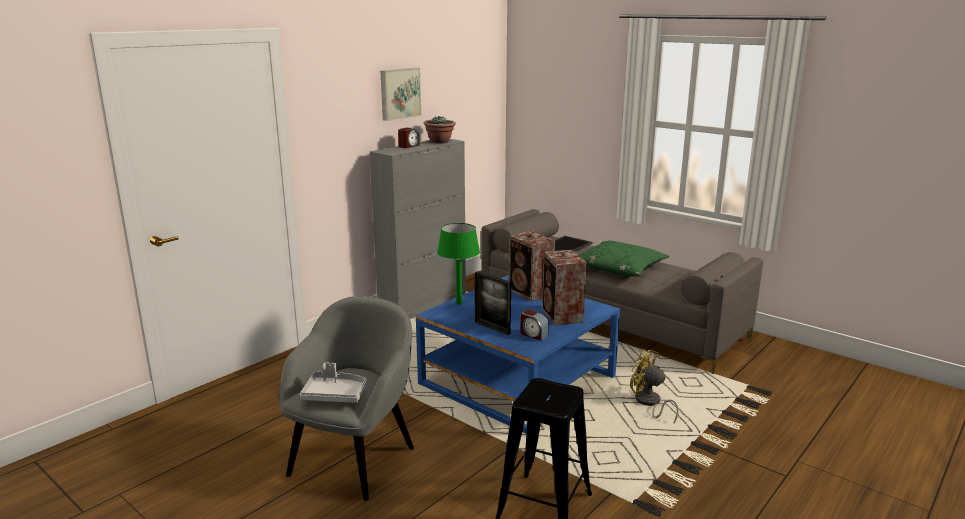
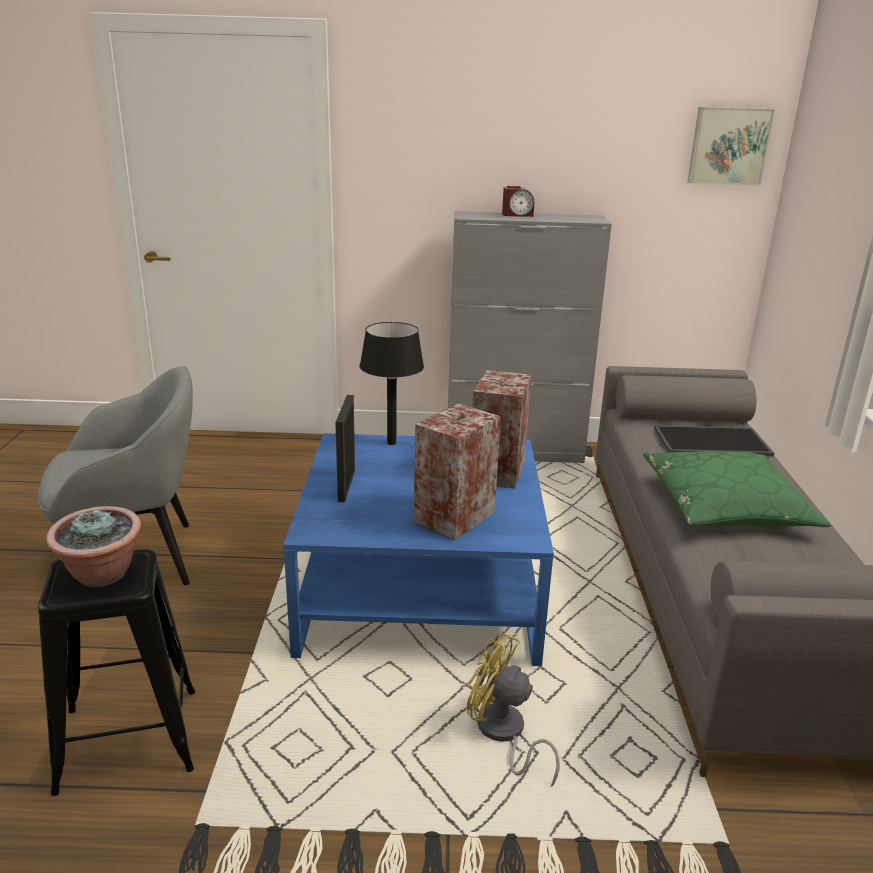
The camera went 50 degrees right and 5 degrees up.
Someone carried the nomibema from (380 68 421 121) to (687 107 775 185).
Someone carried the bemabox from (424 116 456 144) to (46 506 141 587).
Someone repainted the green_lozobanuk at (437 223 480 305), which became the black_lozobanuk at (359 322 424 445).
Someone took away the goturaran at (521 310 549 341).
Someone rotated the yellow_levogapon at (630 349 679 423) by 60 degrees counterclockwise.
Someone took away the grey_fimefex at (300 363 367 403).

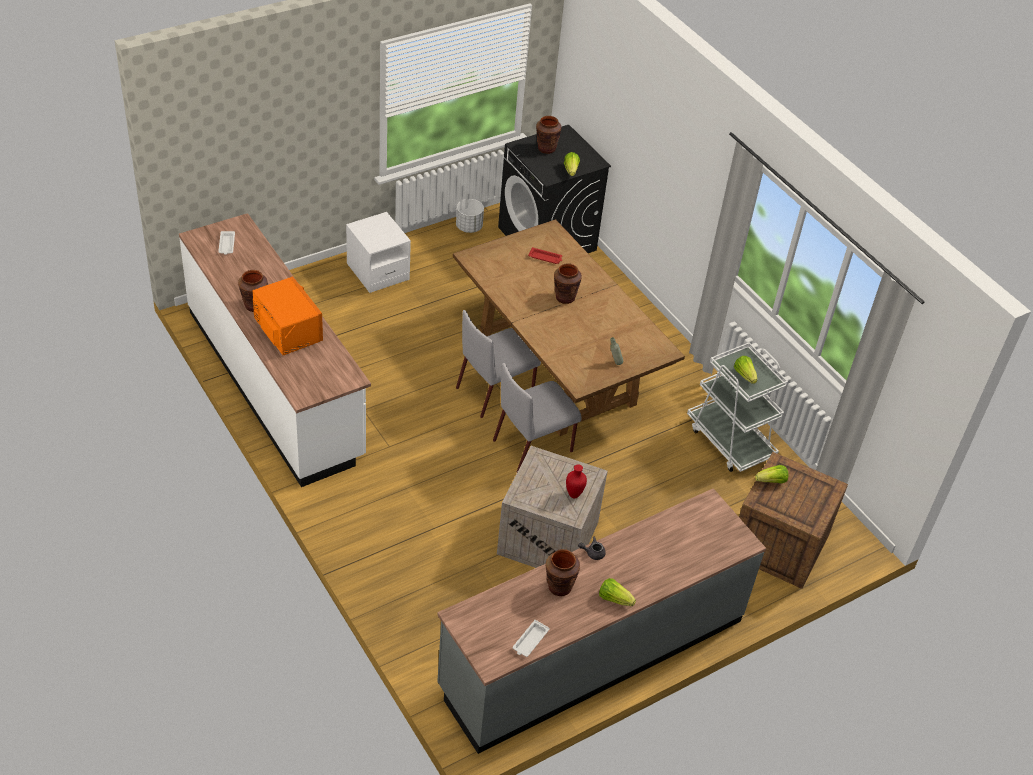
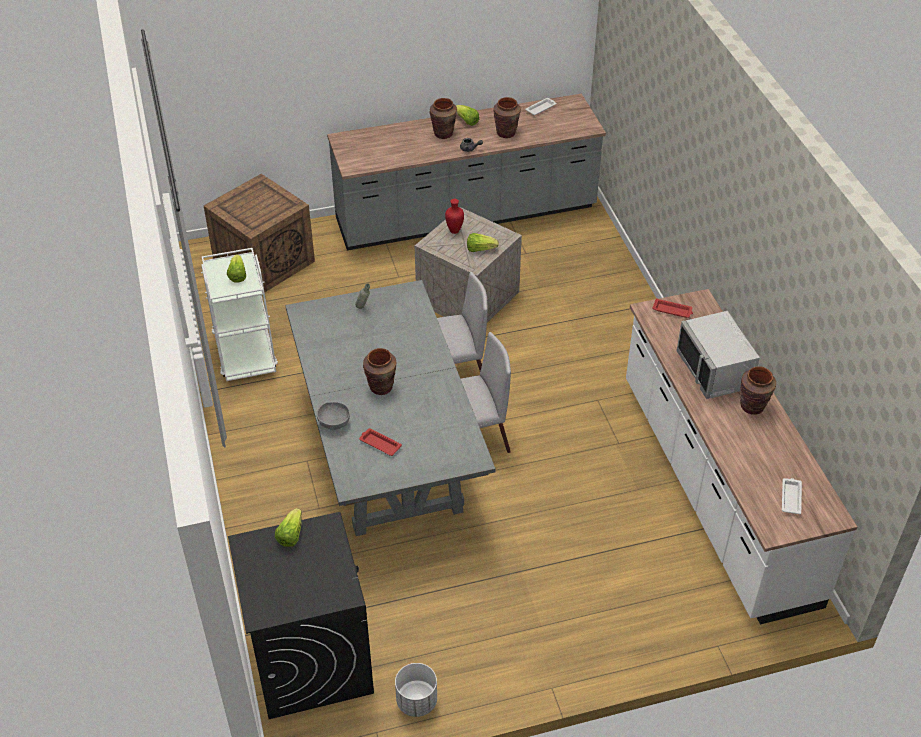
The camera went 160 degrees left and 0 degrees up.
Someone carried the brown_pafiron from (536 116 561 154) to (430 98 457 139).
Someone took away the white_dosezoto at (346 212 411 293).
Someone repainted the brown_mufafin at (453 219 685 436), which became the grey_mufafin at (285 280 496 536).
Someone repainted the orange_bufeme at (252 277 323 355), which became the grey_bufeme at (677 311 760 399).
Someone carried the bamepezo from (755 465 789 483) to (467 233 499 252).
Someone put down the red_fimefex at (652 298 693 318).
Someone put down the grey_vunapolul at (317 402 350 430).

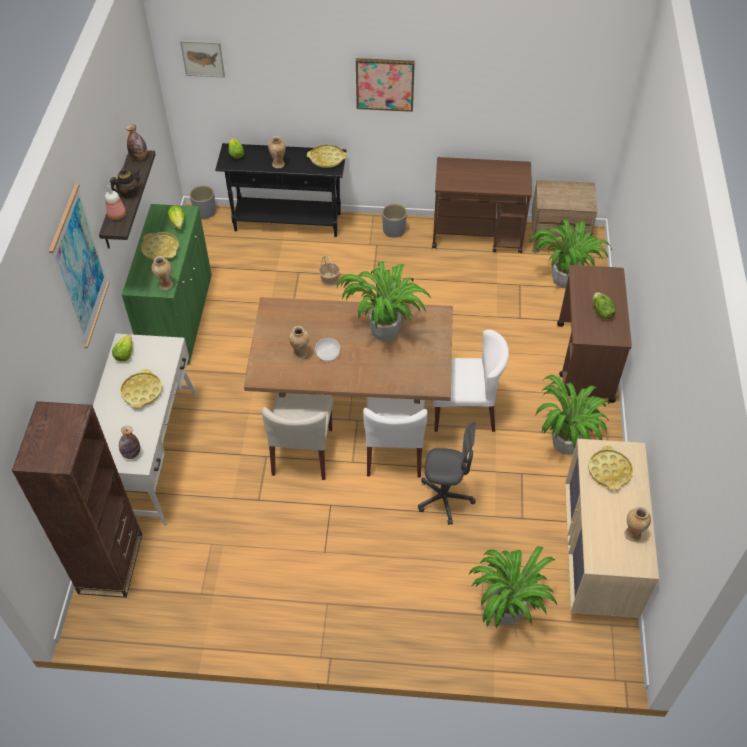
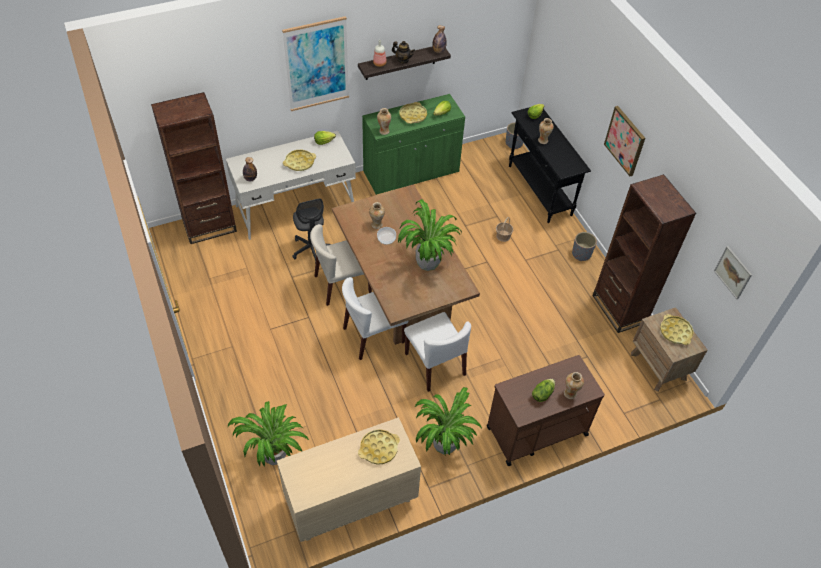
The camera went 60 degrees right and 0 degrees up.
Someone carried the nomibema from (180 40 225 78) to (714 246 752 299).
Someone carried the yellow_fimefex from (307 144 347 168) to (660 314 694 345).
Someone swapped the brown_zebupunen at (432 157 532 253) for the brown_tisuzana at (593 174 696 333).
Someone took away the bemabox at (530 219 612 288).
Someone carried the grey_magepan from (418 422 476 525) to (292 198 331 264).
Someone carried the pafiron from (624 507 651 542) to (564 372 584 399).

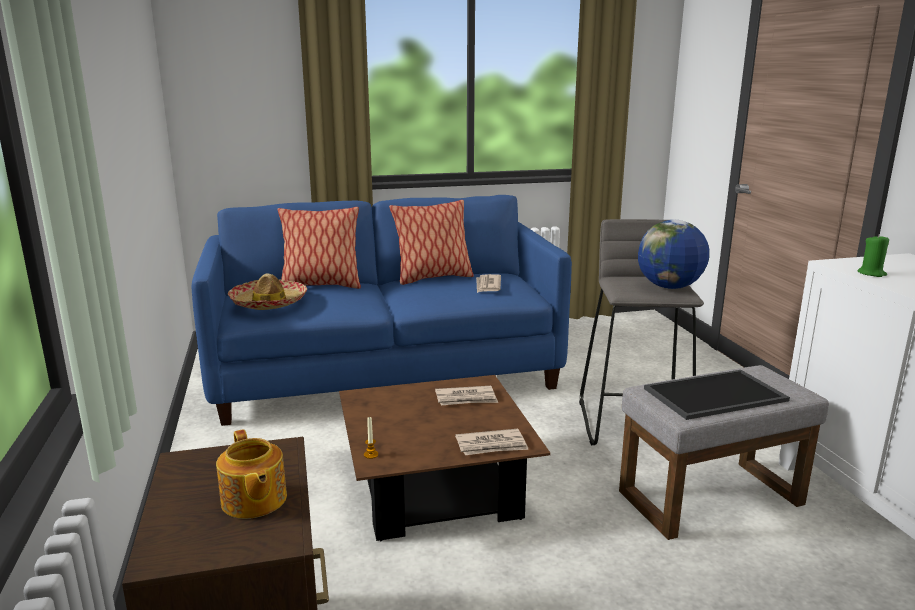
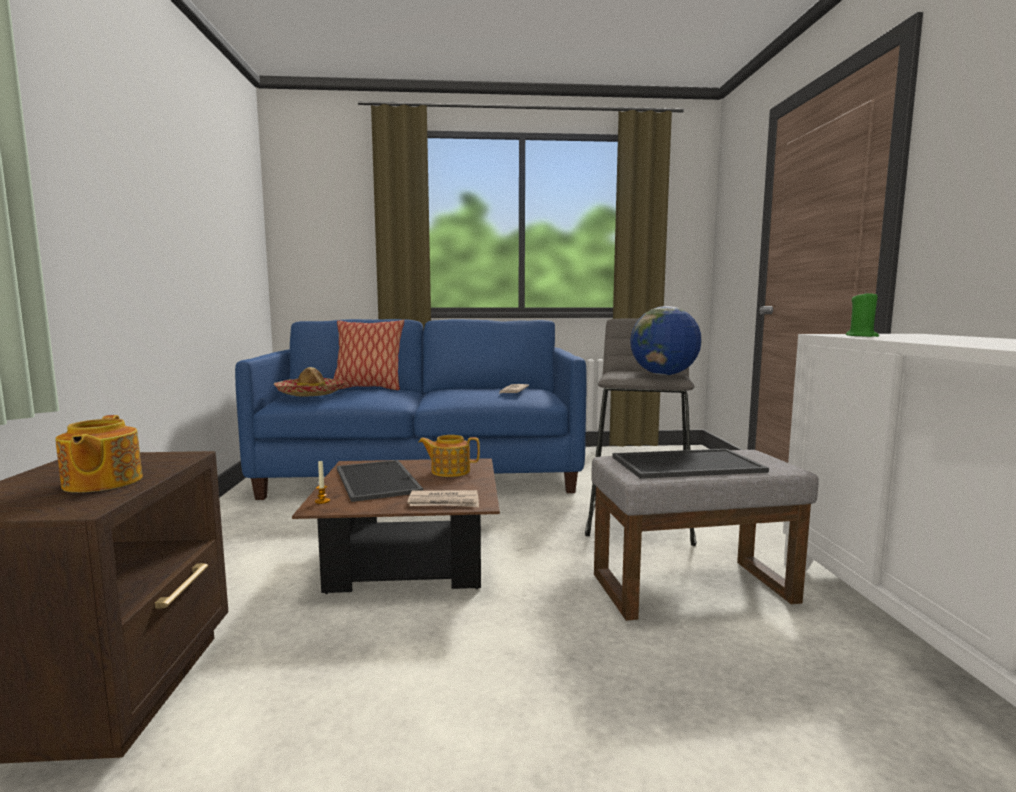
The camera went 10 degrees right and 10 degrees down.
Someone took away the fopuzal at (389 200 474 285).
Someone swapped the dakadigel at (435 386 498 406) for the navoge at (418 435 480 477).
Someone put down the fimefex at (337 460 423 502).

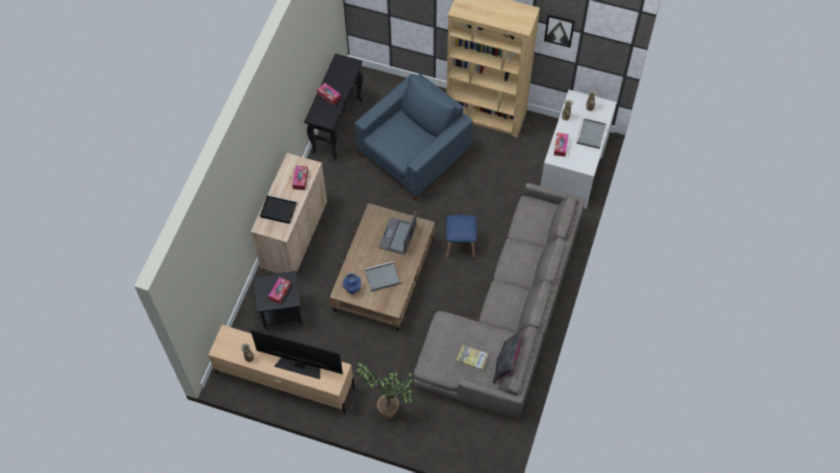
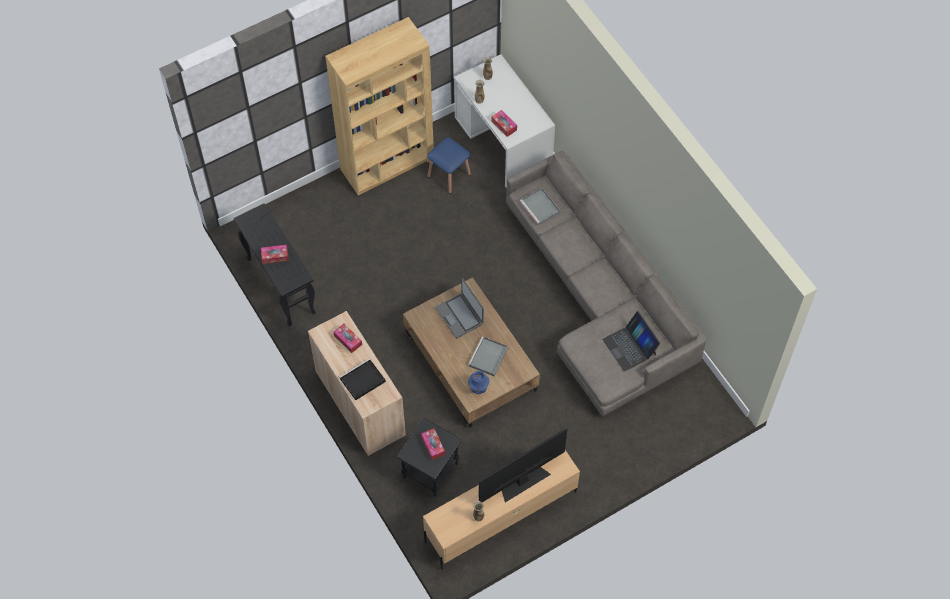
The camera went 50 degrees left and 0 degrees up.
Someone took away the nomibema at (544 14 575 48).
Someone took away the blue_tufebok at (355 74 473 201).
Someone carried the grey_fimefex from (576 118 606 149) to (520 188 561 225).
Someone carried the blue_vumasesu from (446 215 477 258) to (427 137 471 194).
Someone took away the grey_fopuzal at (493 328 524 384).
Someone swapped the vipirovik at (456 345 488 371) for the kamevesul at (603 311 660 372).
Someone took away the bemabox at (355 361 414 419).

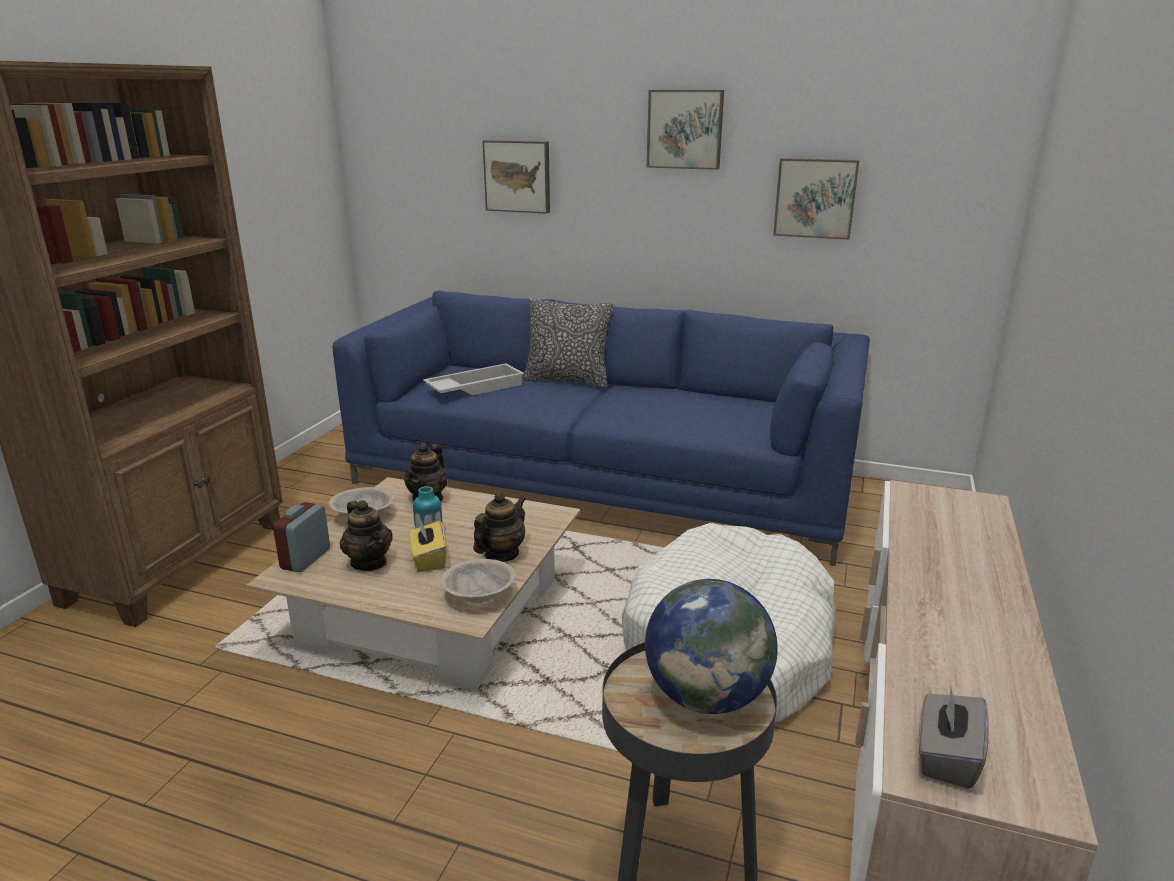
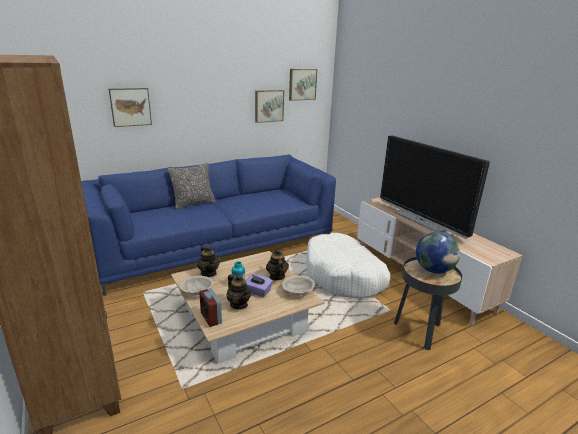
The camera went 50 degrees left and 0 degrees up.
Someone carried the nomibema from (647 90 724 170) to (289 69 317 101).
Someone took away the white_fimefex at (423 363 524 395).
Someone rotated the navoge at (340 500 393 571) by 45 degrees clockwise.
Someone repainted the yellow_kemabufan at (409 519 447 572), which became the purple_kemabufan at (246 274 273 297).
Someone took away the grey_kemabufan at (919 688 989 789).
Someone put down the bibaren at (380 135 490 239).

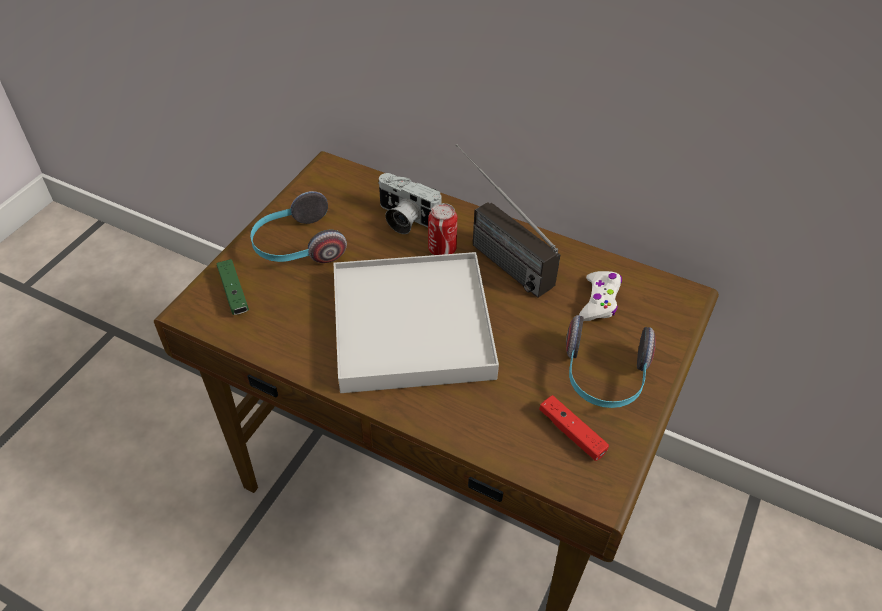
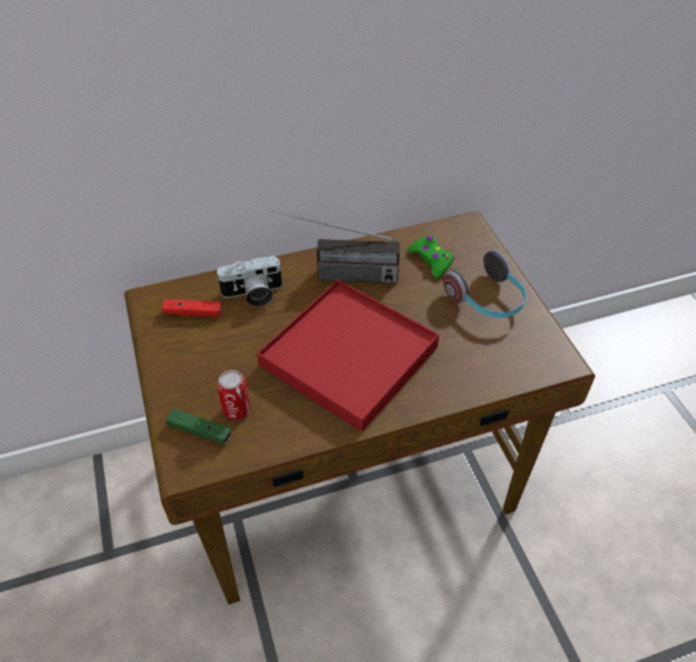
The camera went 45 degrees left and 0 degrees up.
Someone took away the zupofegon at (250 191 347 263).
Someone carried the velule from (428 203 457 255) to (217 370 251 420).
Someone repainted the white_fimefex at (334 252 499 393), which became the red_fimefex at (257 280 439 432).
Someone repainted the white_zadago at (579 271 622 321), which became the green_zadago at (408 235 454 278).
Someone carried the red_zadago from (539 395 609 461) to (162 299 221 317).

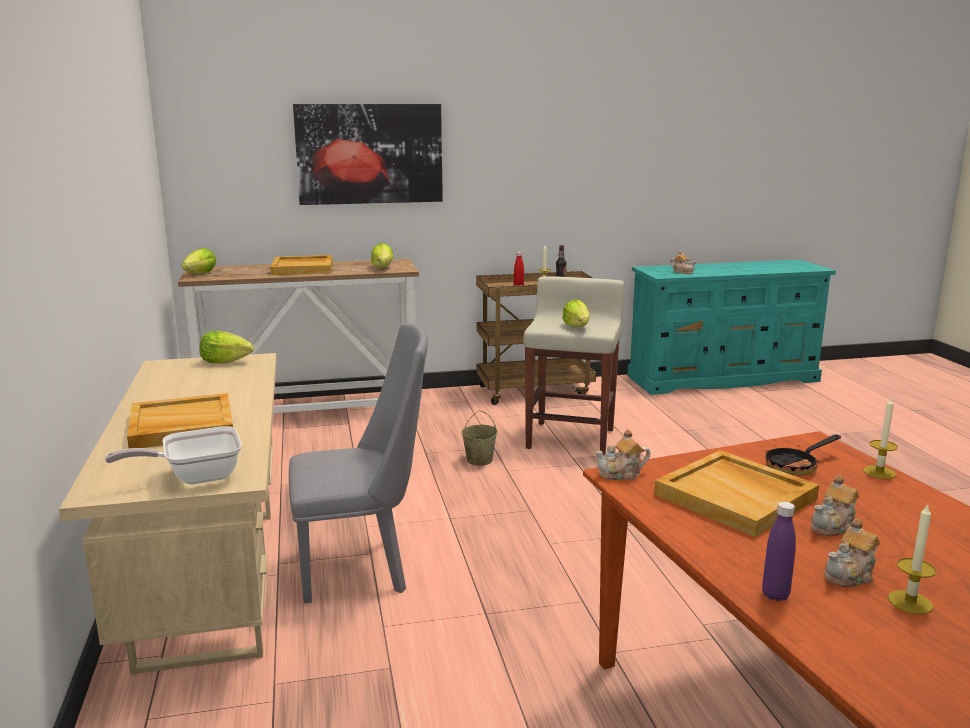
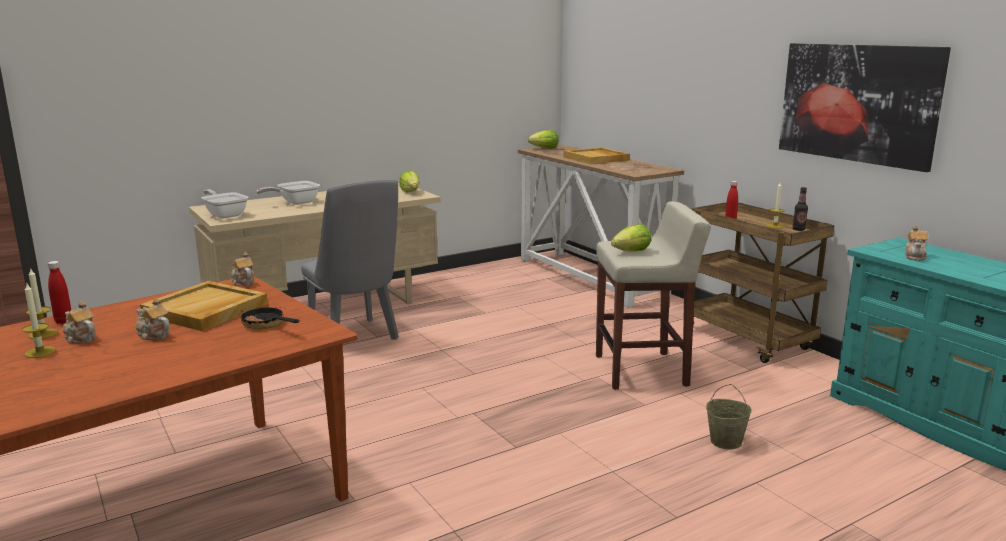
The camera went 70 degrees right and 0 degrees up.
Someone carried the nomibema from (293 104 443 205) to (779 43 951 172).
Someone took away the bamepezo at (371 243 394 268).
Someone swapped the beige_fimefex at (127 393 233 448) for the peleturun at (256 181 320 205).
Someone carried the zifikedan from (863 396 898 479) to (26 269 58 339).
Someone carried the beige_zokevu from (462 411 498 466) to (706 384 752 449).
Someone repainted the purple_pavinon at (762 501 796 601), which became the red_pavinon at (48 261 71 324).

